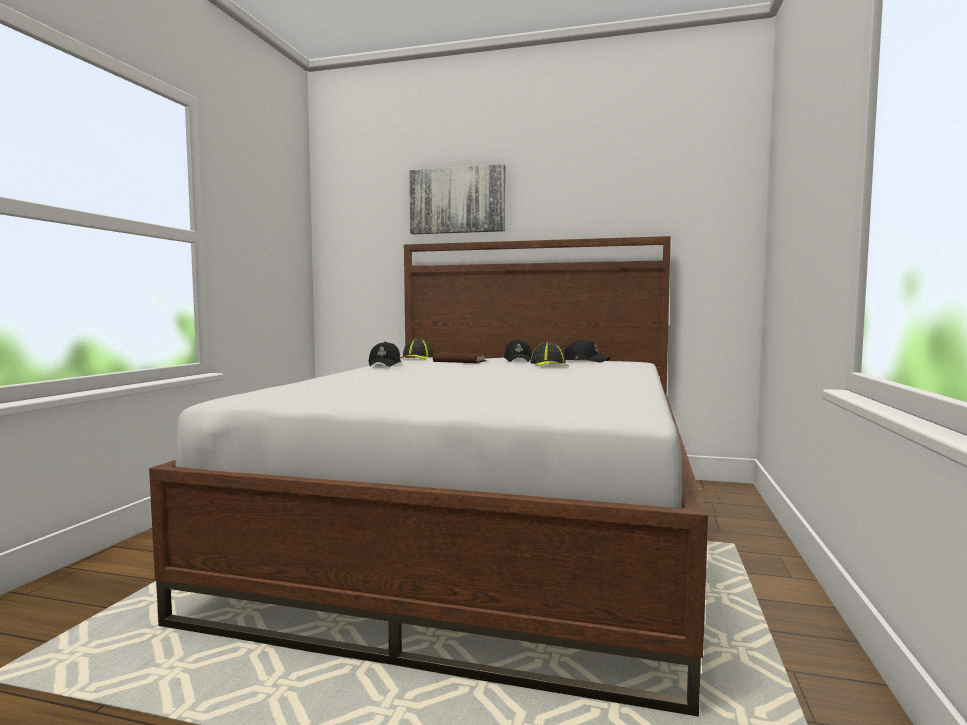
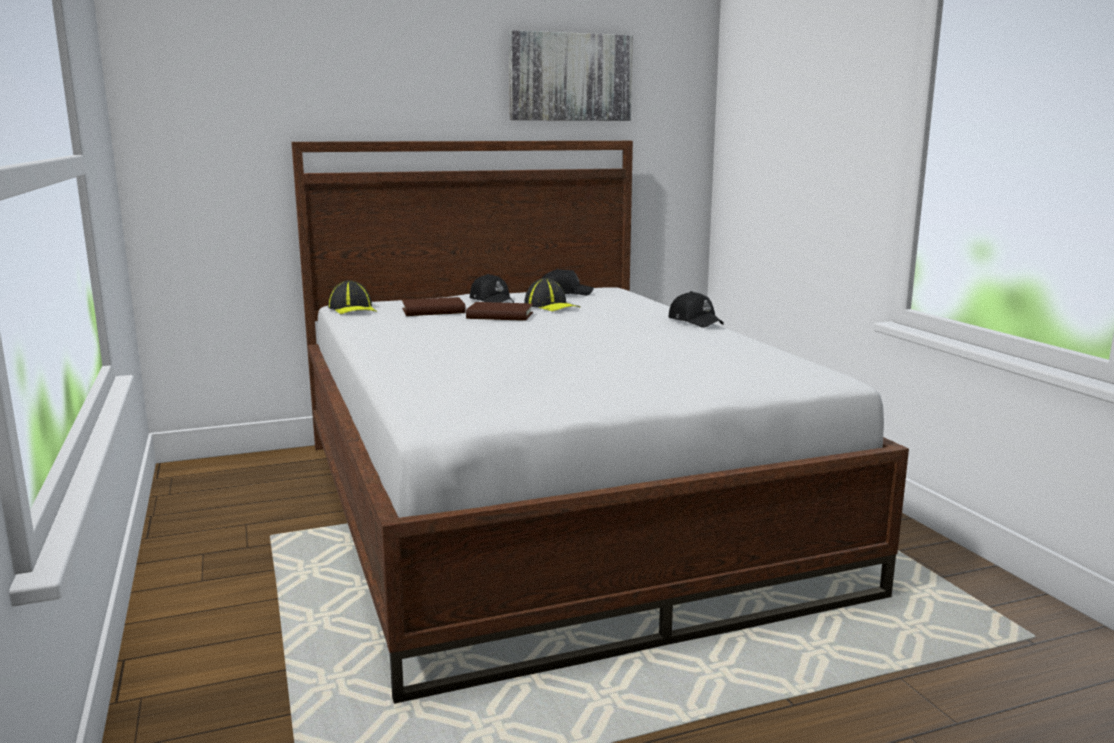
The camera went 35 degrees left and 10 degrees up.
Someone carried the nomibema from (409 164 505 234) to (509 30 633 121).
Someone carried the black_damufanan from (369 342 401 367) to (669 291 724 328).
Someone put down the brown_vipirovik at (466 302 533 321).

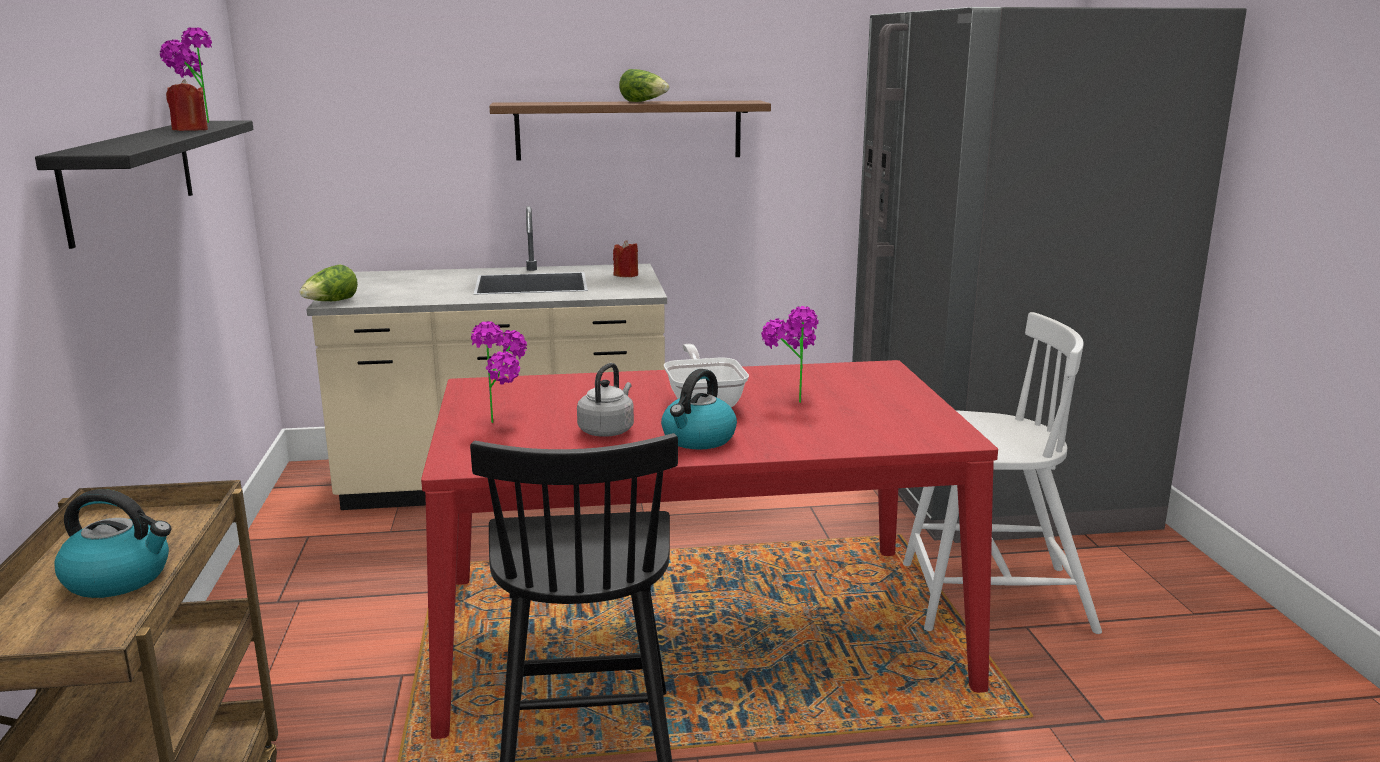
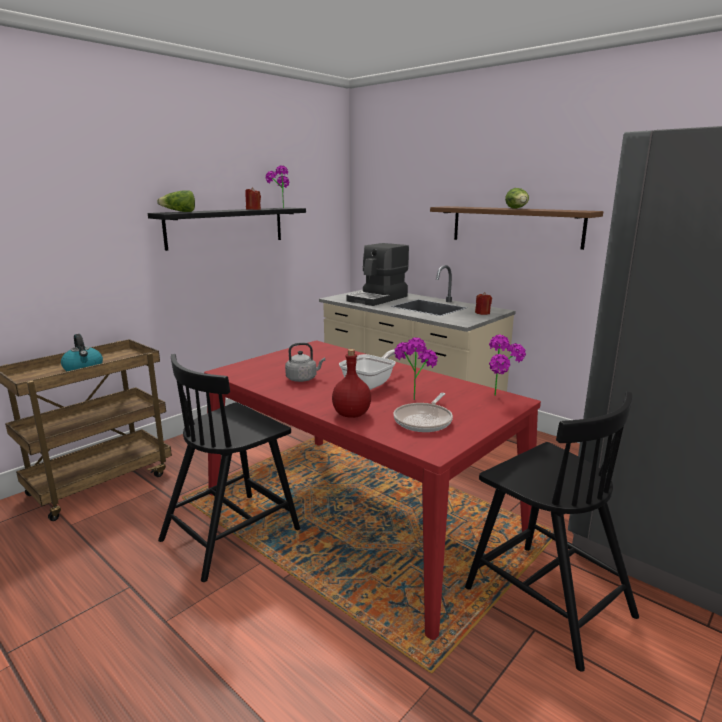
The camera went 50 degrees right and 0 degrees up.
Someone carried the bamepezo from (299 264 358 301) to (157 190 195 212).
Someone repainted the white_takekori at (903 312 1102 634), which became the black_takekori at (465 392 639 672).
Someone carried the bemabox from (471 321 527 423) to (489 335 526 396).
Someone took away the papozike at (661 369 737 449).
Someone put down the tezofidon at (347 243 409 306).
Someone put down the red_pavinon at (332 349 371 418).
Someone put down the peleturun at (393 393 453 432).

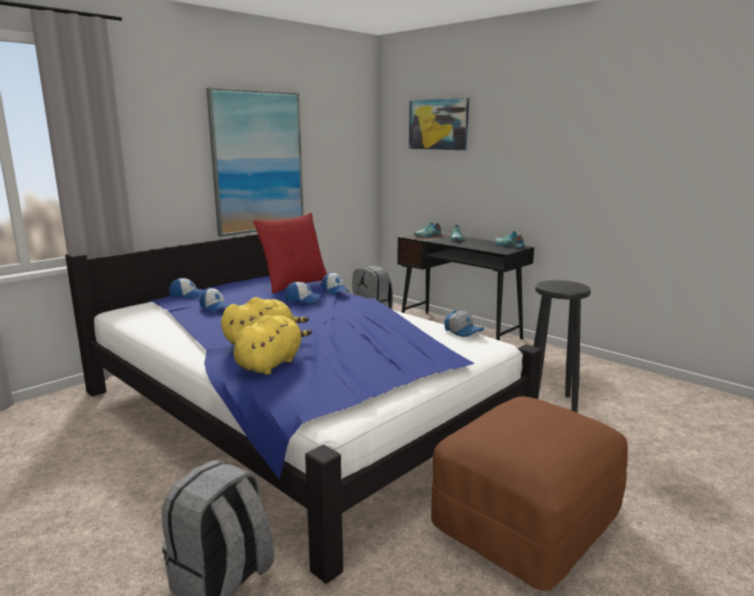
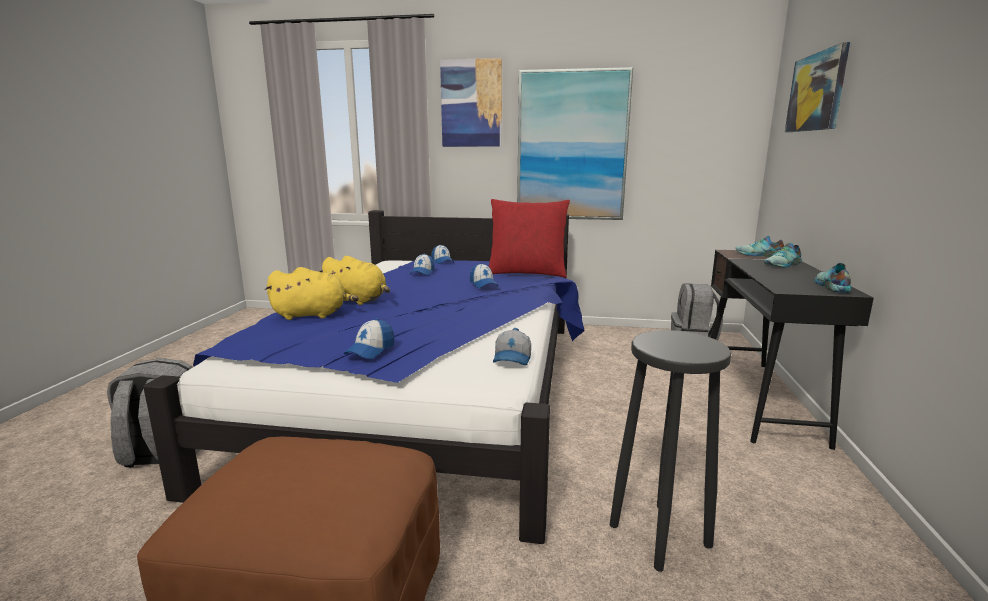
The camera went 55 degrees right and 0 degrees up.
Someone carried the damufanan from (322 272 349 295) to (344 319 394 359).
Someone put up the nomibema at (440 58 502 147).

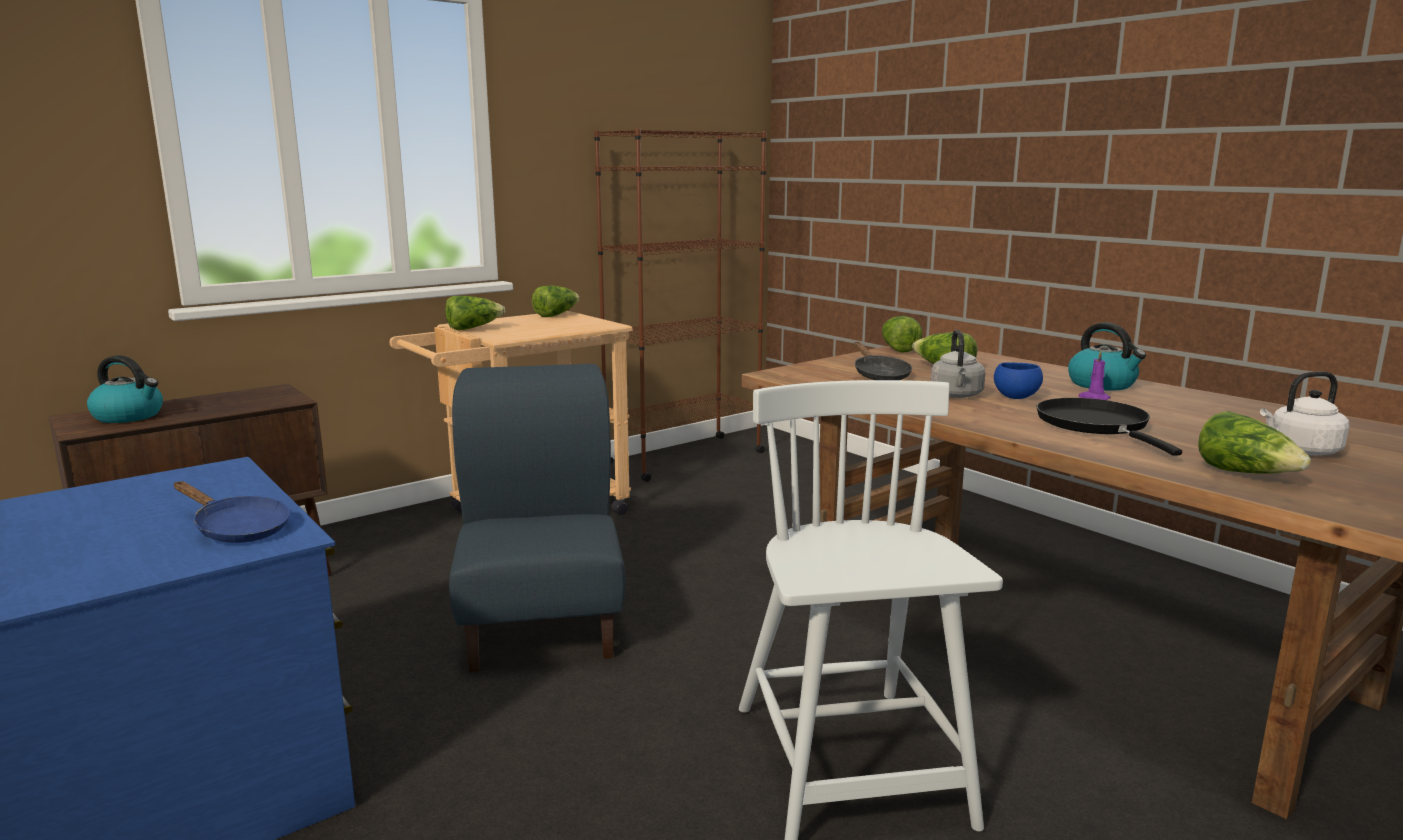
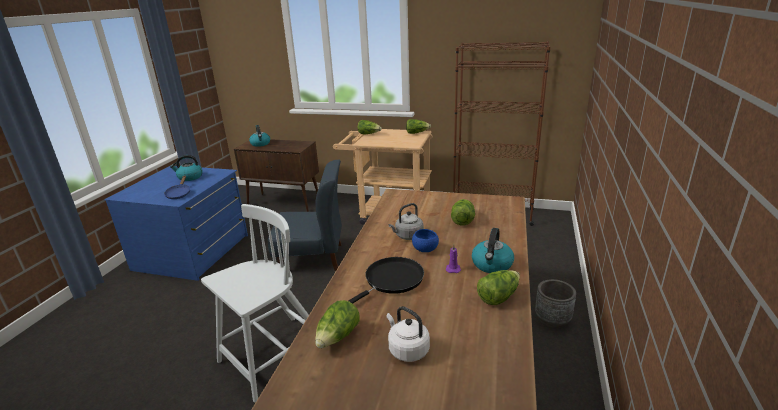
The camera went 55 degrees right and 10 degrees up.
Someone carried the bamepezo from (882 316 922 353) to (477 270 520 305).
Someone took away the black_peleturun at (854 342 912 380).
Someone rotated the blue_takekori at (449 364 626 672) by 45 degrees clockwise.
Someone put down the papozike at (170 155 203 181).
Someone put down the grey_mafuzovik at (535 279 576 328).

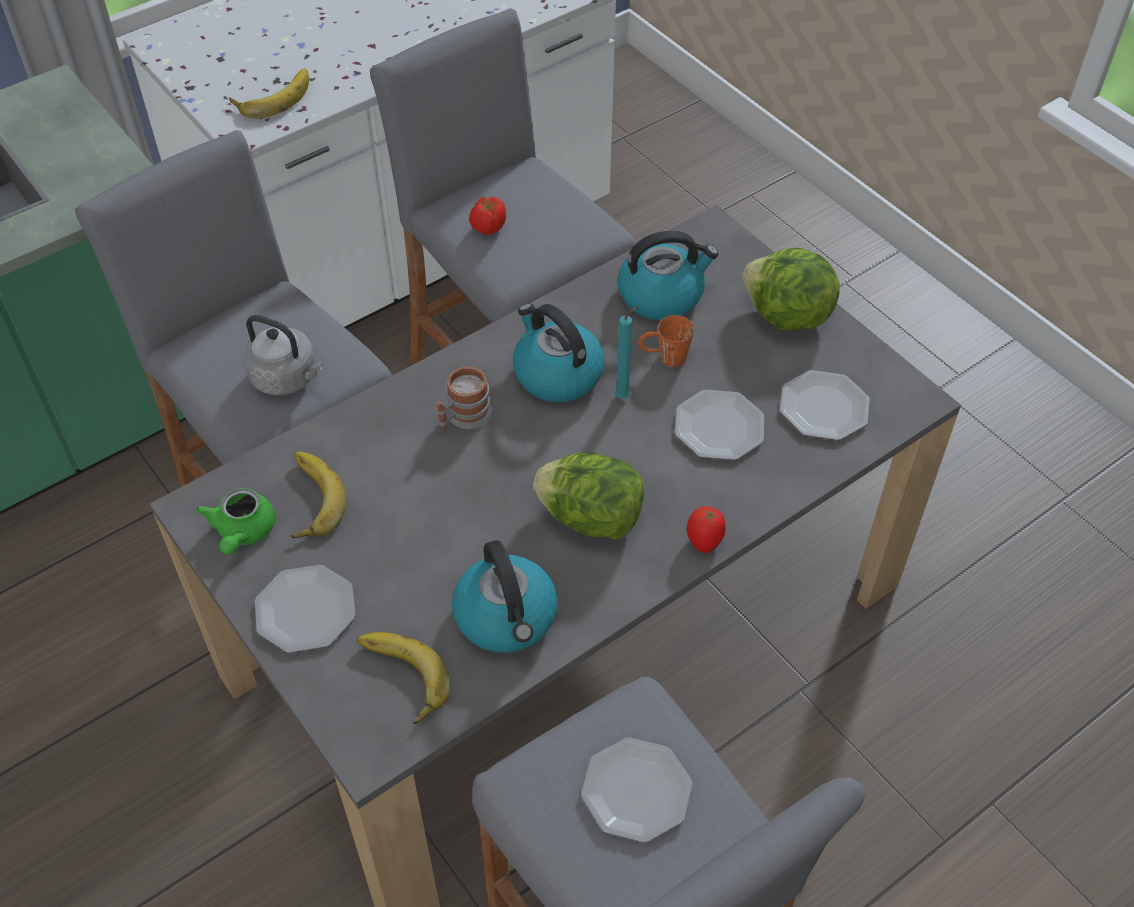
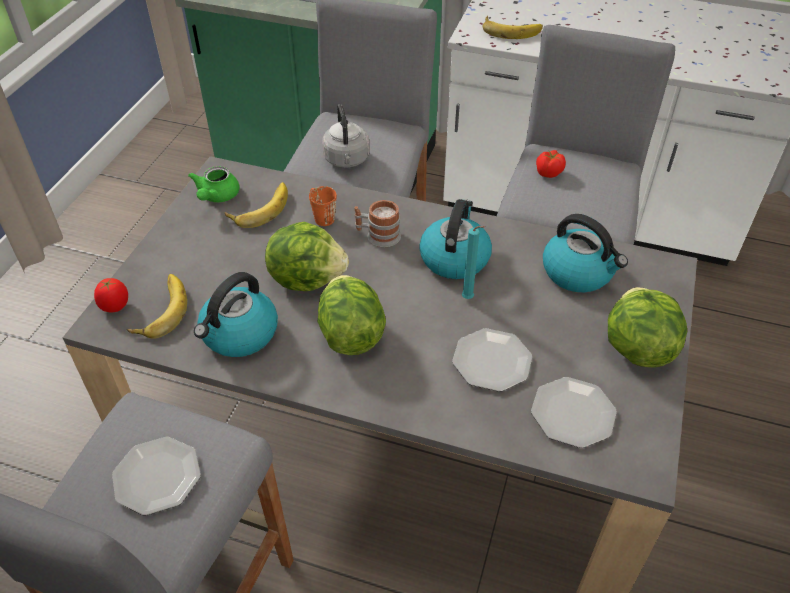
The camera went 55 degrees right and 5 degrees down.
Someone carried the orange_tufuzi from (638 315 694 367) to (309 186 337 226).
Someone rotated the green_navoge at (196 488 275 555) by 45 degrees counterclockwise.
Someone carried the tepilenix from (687 506 726 553) to (94 278 128 313).
Someone took away the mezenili at (255 565 356 653).
Someone put down the bamepezo at (265 222 349 291).

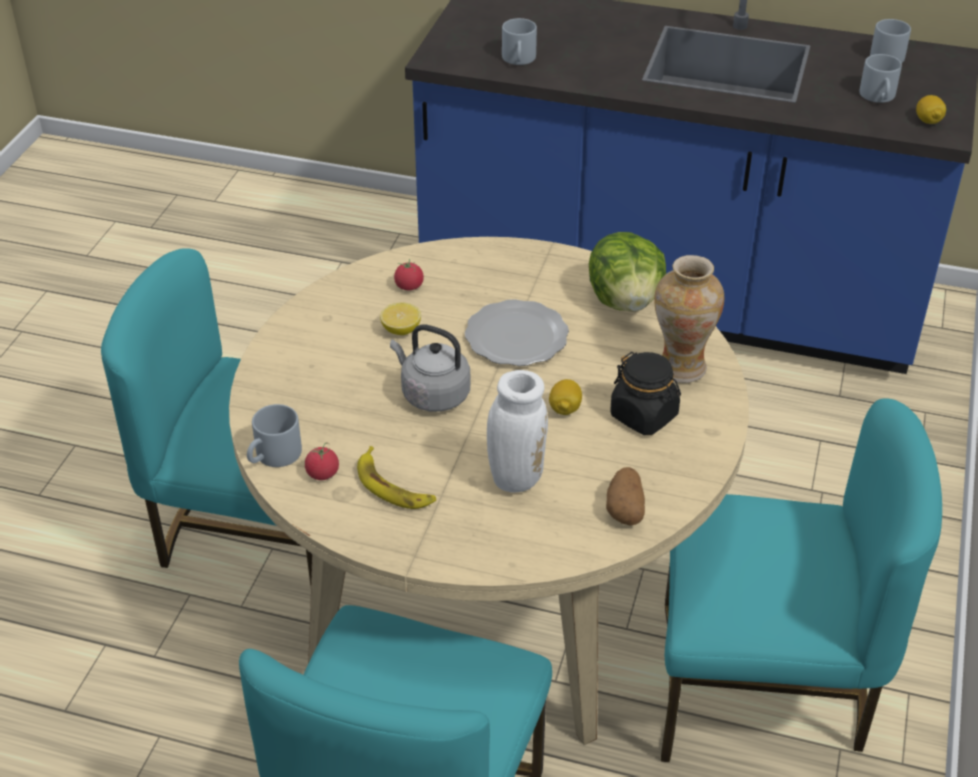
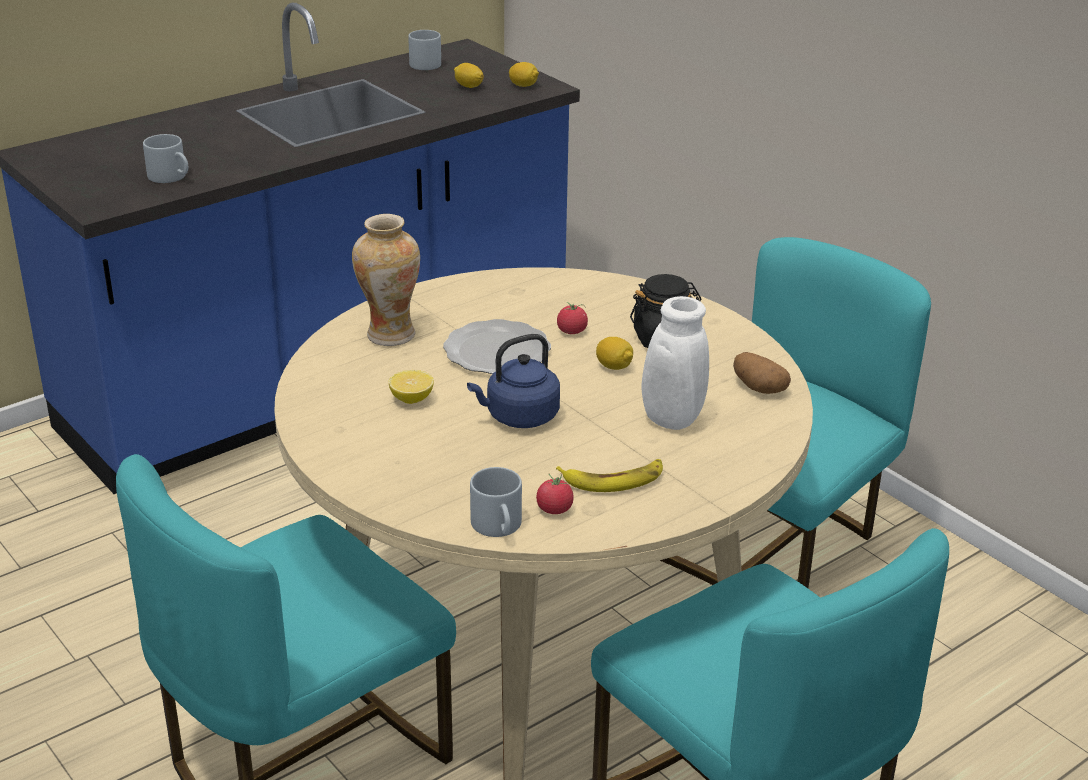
The camera went 55 degrees left and 10 degrees down.
Someone swapped the grey_tufuzi at (859 54 902 103) for the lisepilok at (454 63 484 88).
Someone took away the bamepezo at (589 232 666 312).
Someone carried the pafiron from (654 255 724 383) to (352 214 420 346).
Someone carried the tepilenix from (394 259 424 291) to (557 302 588 334).
Someone repainted the grey_papozike at (390 324 470 412), which became the blue_papozike at (467 334 560 428).

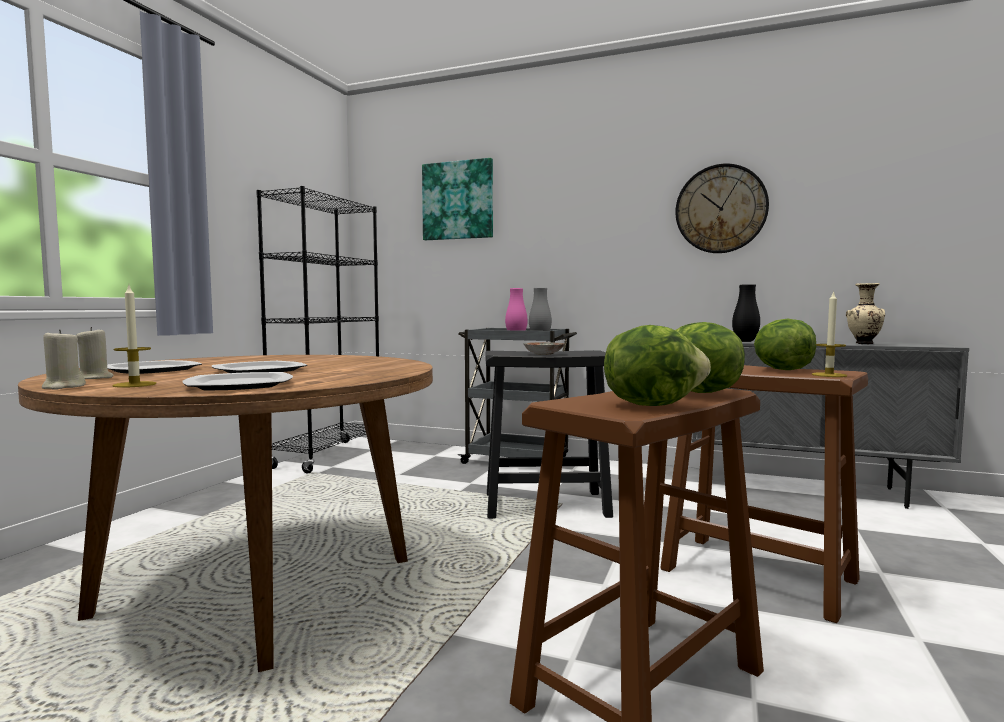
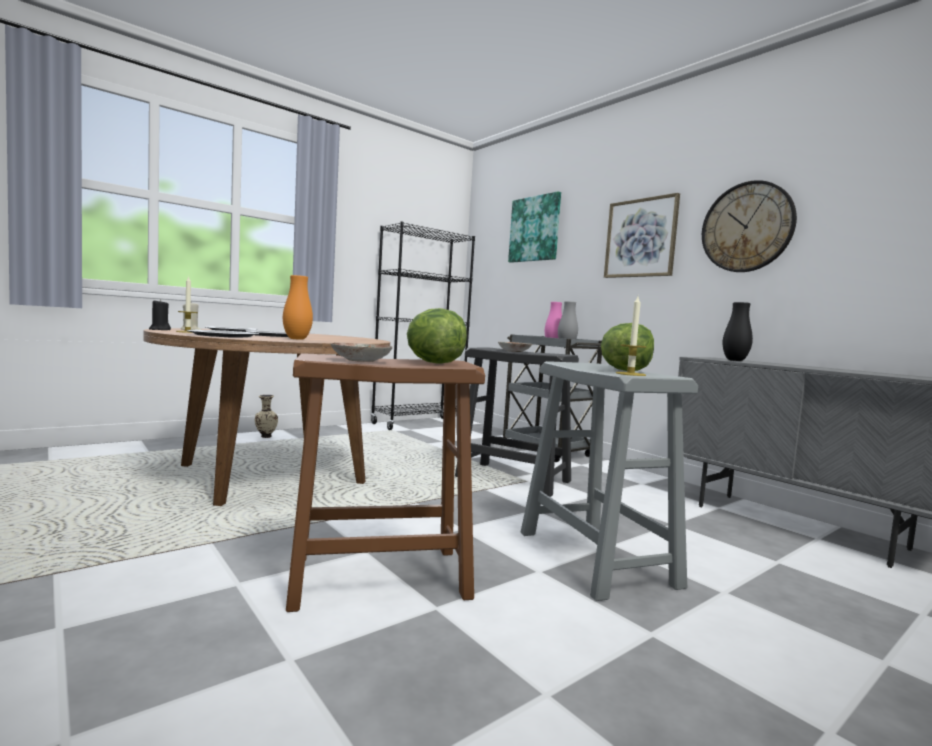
The camera went 30 degrees right and 0 degrees up.
Someone carried the beige_pafiron from (846 283 885 344) to (255 395 278 438).
Someone swapped the bamepezo at (604 325 711 406) for the mezenili at (330 343 393 362).
Someone repainted the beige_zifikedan at (42 329 86 390), which became the black_zifikedan at (149 299 171 330).
Someone repainted the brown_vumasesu at (660 365 868 623), which became the grey_vumasesu at (521 361 698 601).
Someone put up the nomibema at (604 193 680 278).
Someone put down the orange_pafiron at (283 275 313 340).

